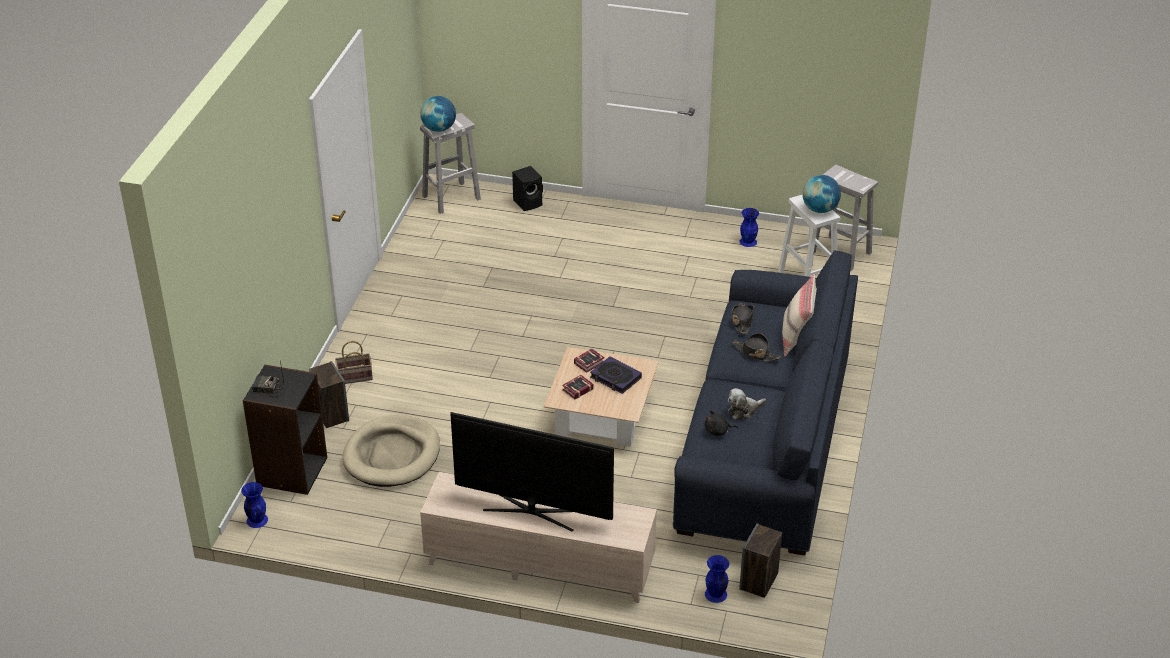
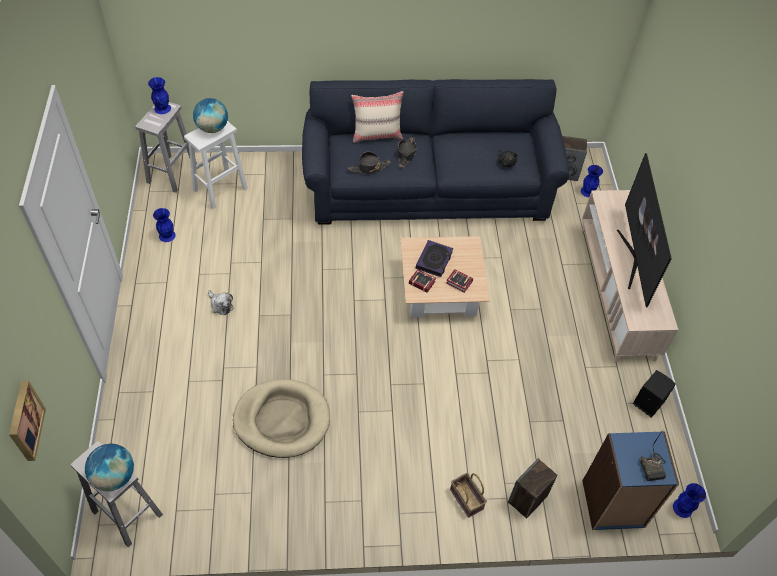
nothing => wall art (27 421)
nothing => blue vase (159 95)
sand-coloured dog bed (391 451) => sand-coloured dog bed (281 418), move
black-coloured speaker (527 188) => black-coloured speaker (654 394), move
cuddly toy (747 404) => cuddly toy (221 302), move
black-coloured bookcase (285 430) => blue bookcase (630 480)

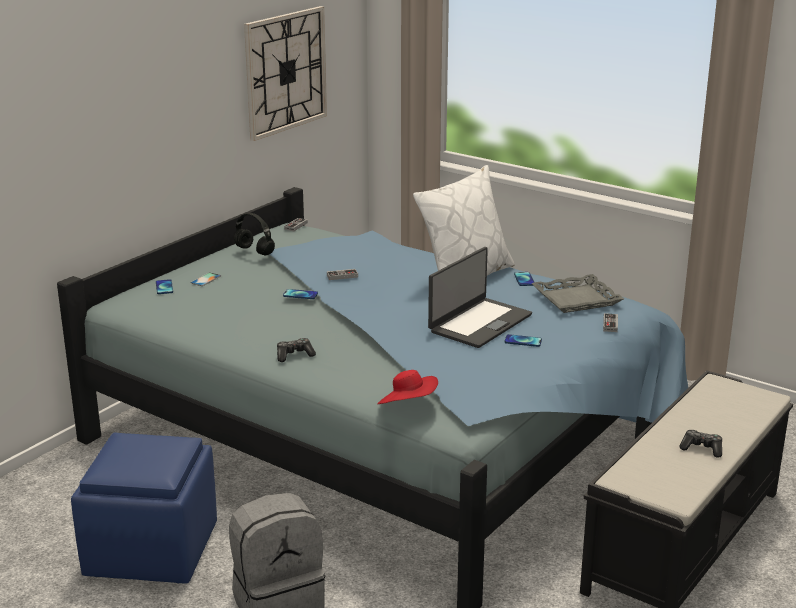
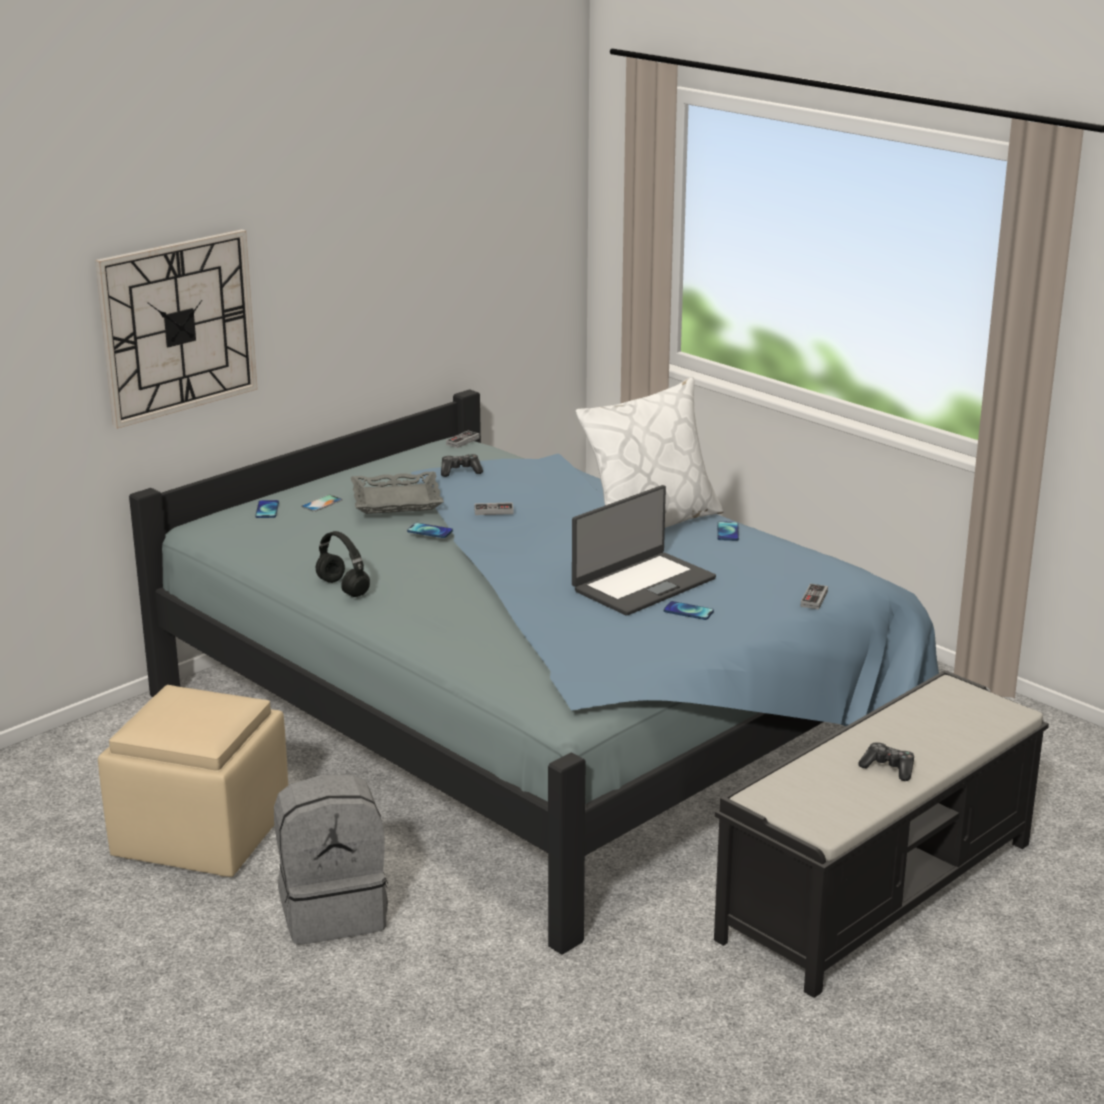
reddish clothing hat (407 387) => nothing
black-coloured headset (254 234) => black-coloured headset (343 564), move
wall clock (285 73) => wall clock (176 329), move
game controller (296 350) => game controller (462 465), move
gray tray (577 293) => gray tray (397 492), move
blue ottoman (144 508) => sand-coloured ottoman (193 781)

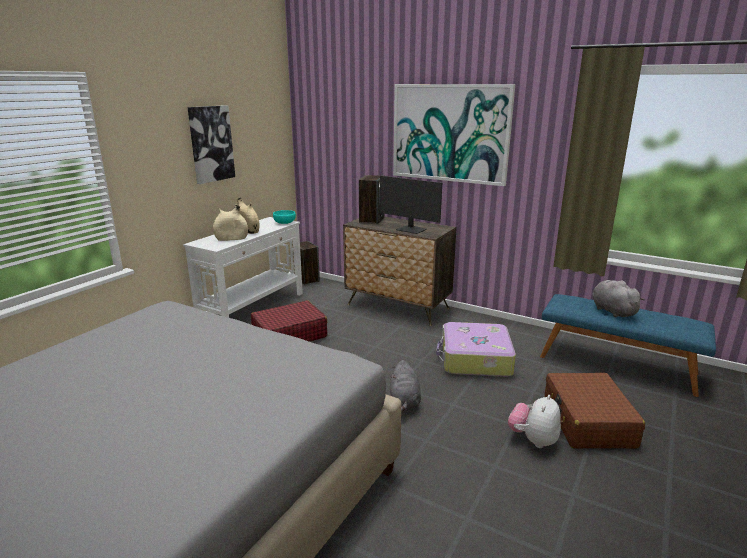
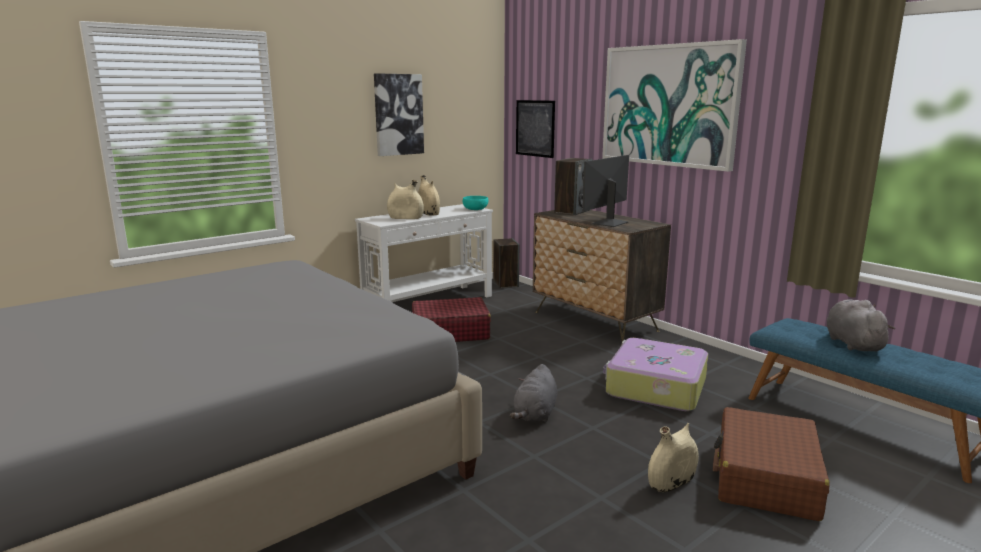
nothing => wall art (535 129)
cuddly toy (534 421) => sand-coloured vase (673 457)
monitor (411 205) => monitor (605 191), 75 degrees clockwise

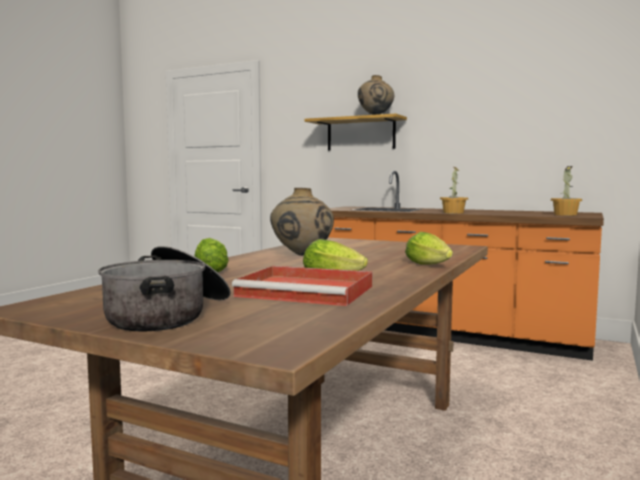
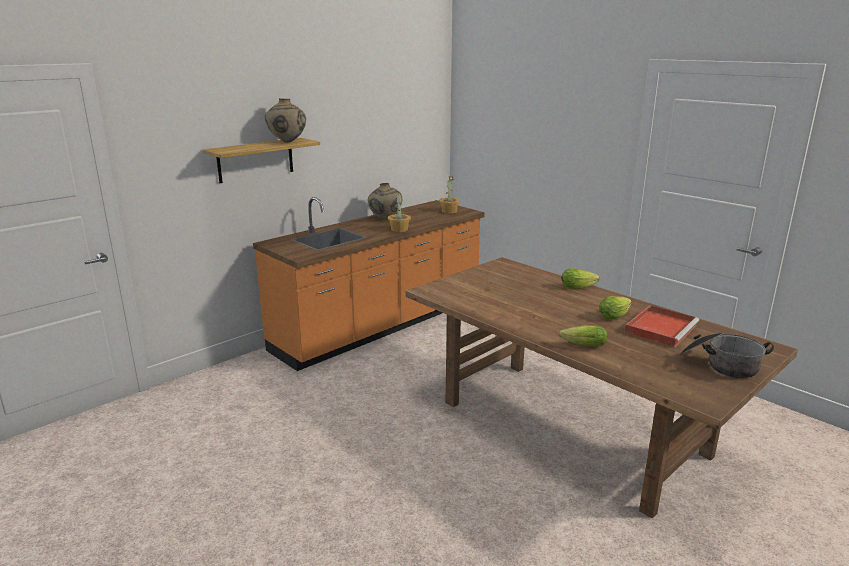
sand-coloured vase (302 222) => sand-coloured vase (385 201), move

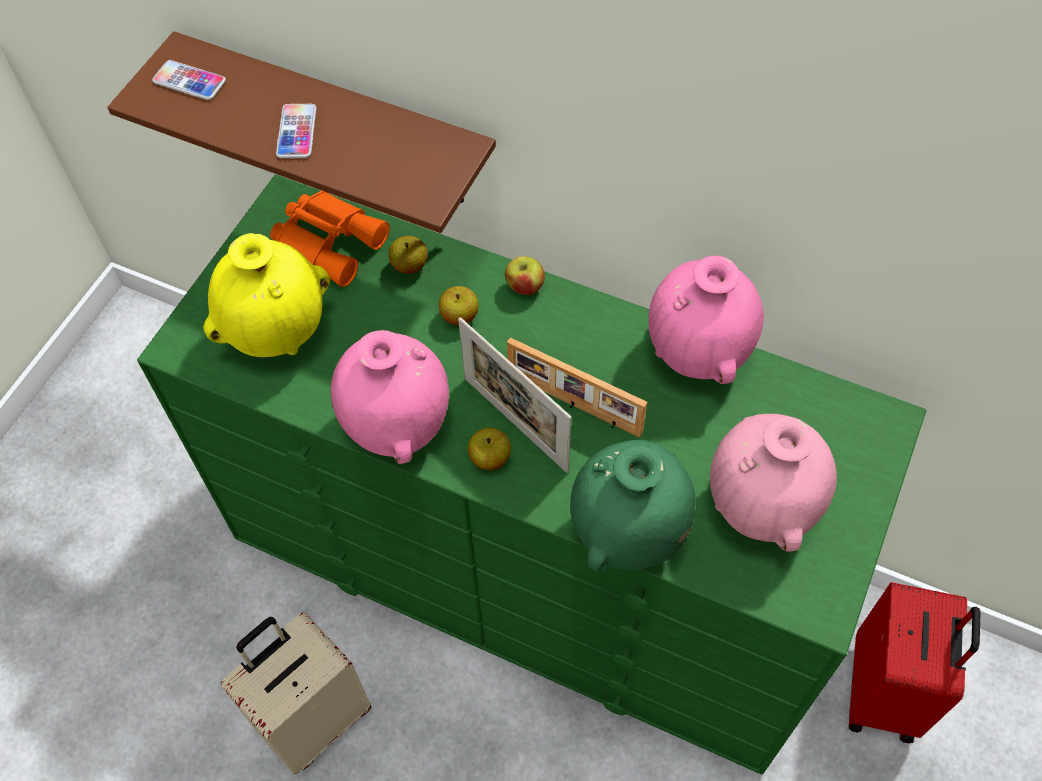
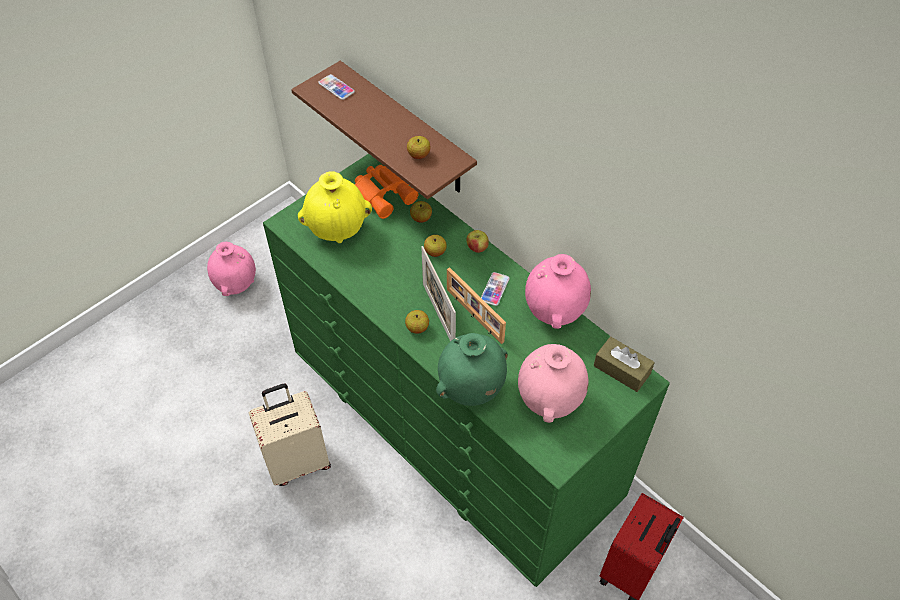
nothing => apple (419 147)
nothing => brown-coloured tissue box (624 364)
handset (296 131) => handset (495 289), move
pink-coloured vase (390 397) => pink-coloured vase (231 269), move

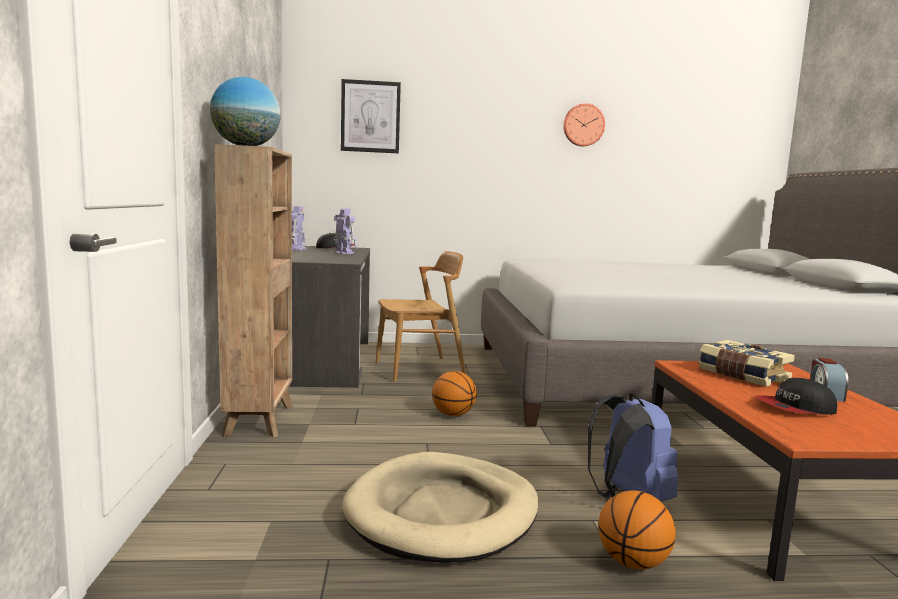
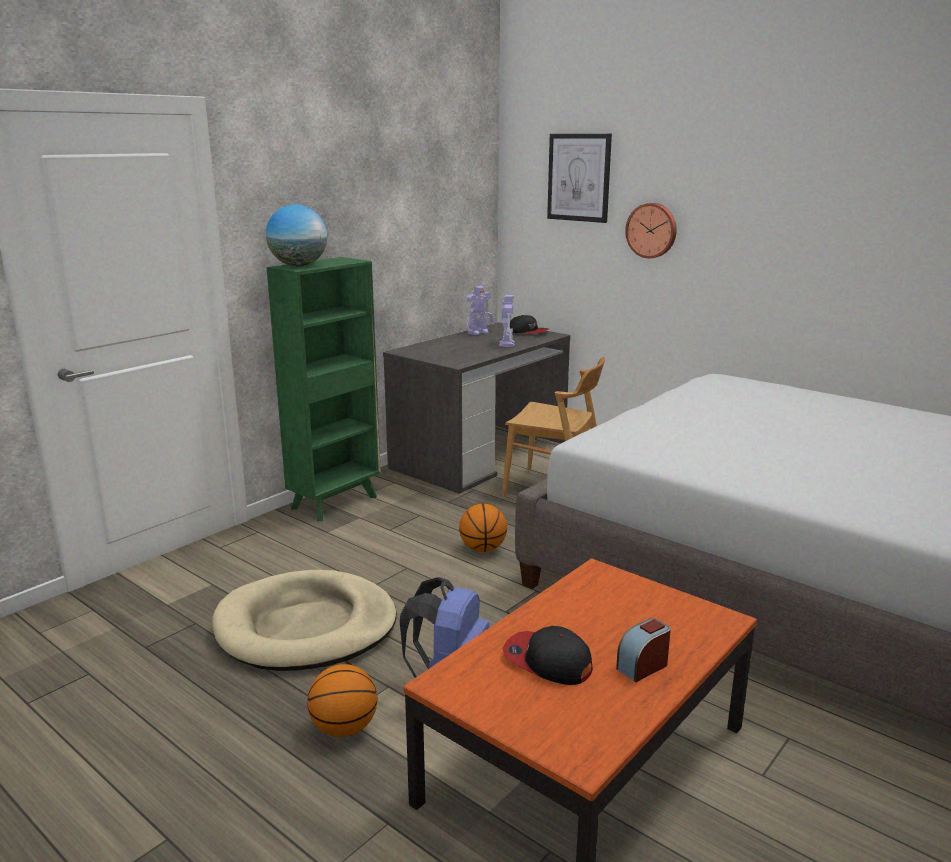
book (747 363) => nothing
wall clock (584 124) => wall clock (651 230), move
brown-coloured bookcase (253 290) => greenish bookcase (324 389)

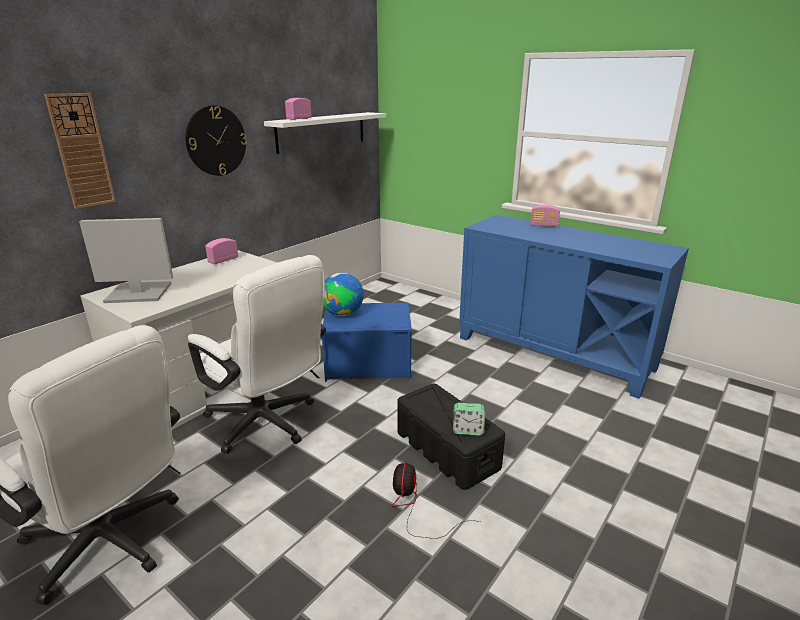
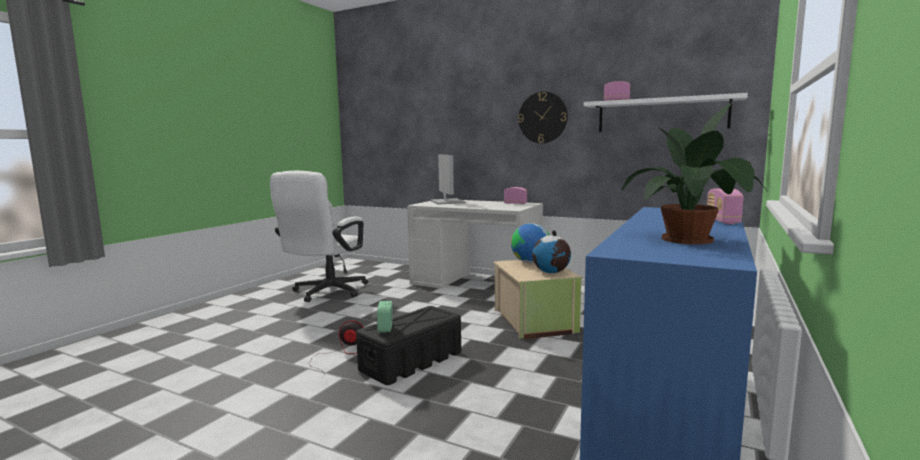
wall clock (80 151) => nothing
white office chair (257 354) => nothing
nothing => world globe (551 251)
nothing => houseplant (694 173)
blue storage container (367 342) => sand-coloured storage container (538 299)

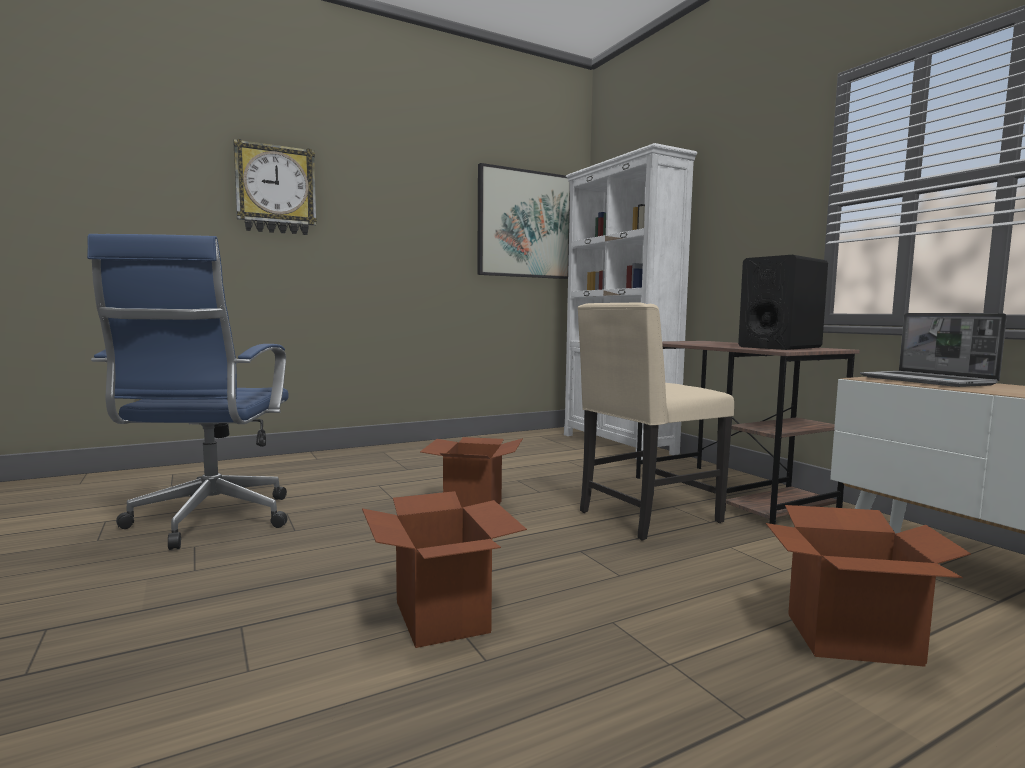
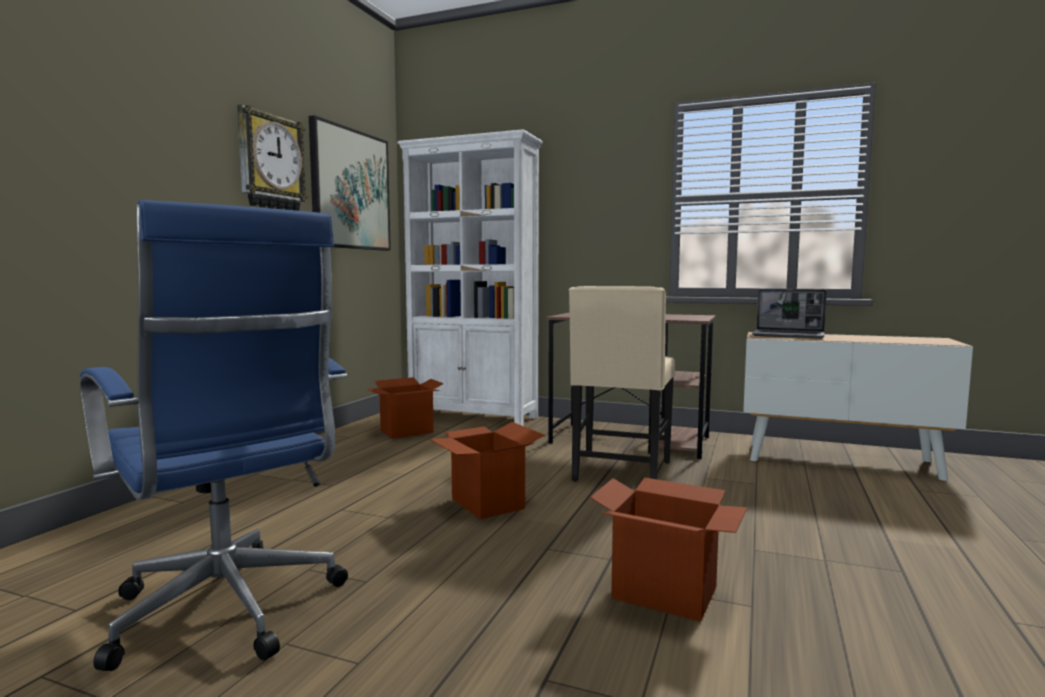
black-coloured speaker (783 302) => nothing
wall clock (275 187) => wall clock (272 157), move
packing box (868 586) => packing box (406 408), move

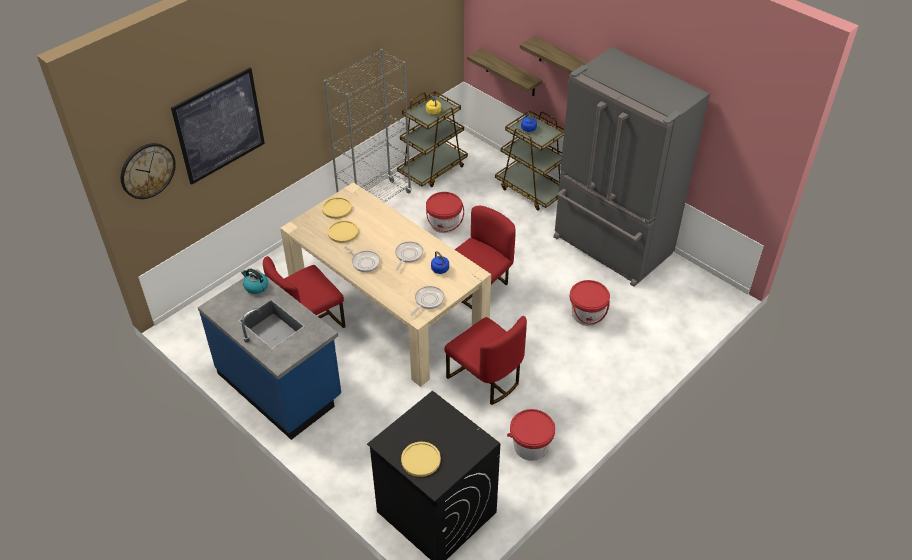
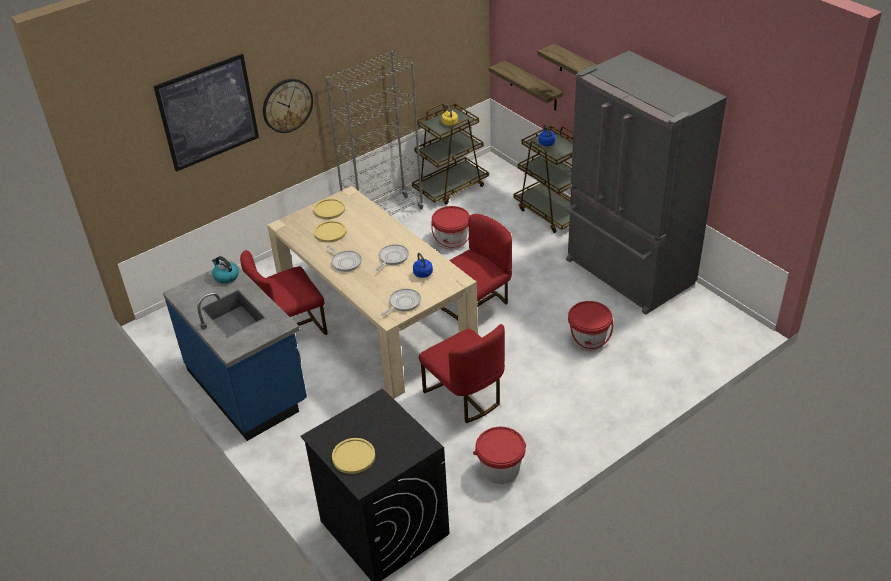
wall clock (148 171) => wall clock (288 106), move

